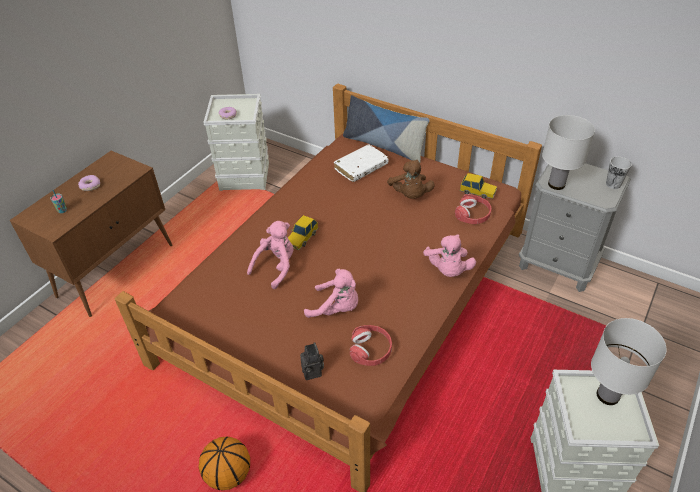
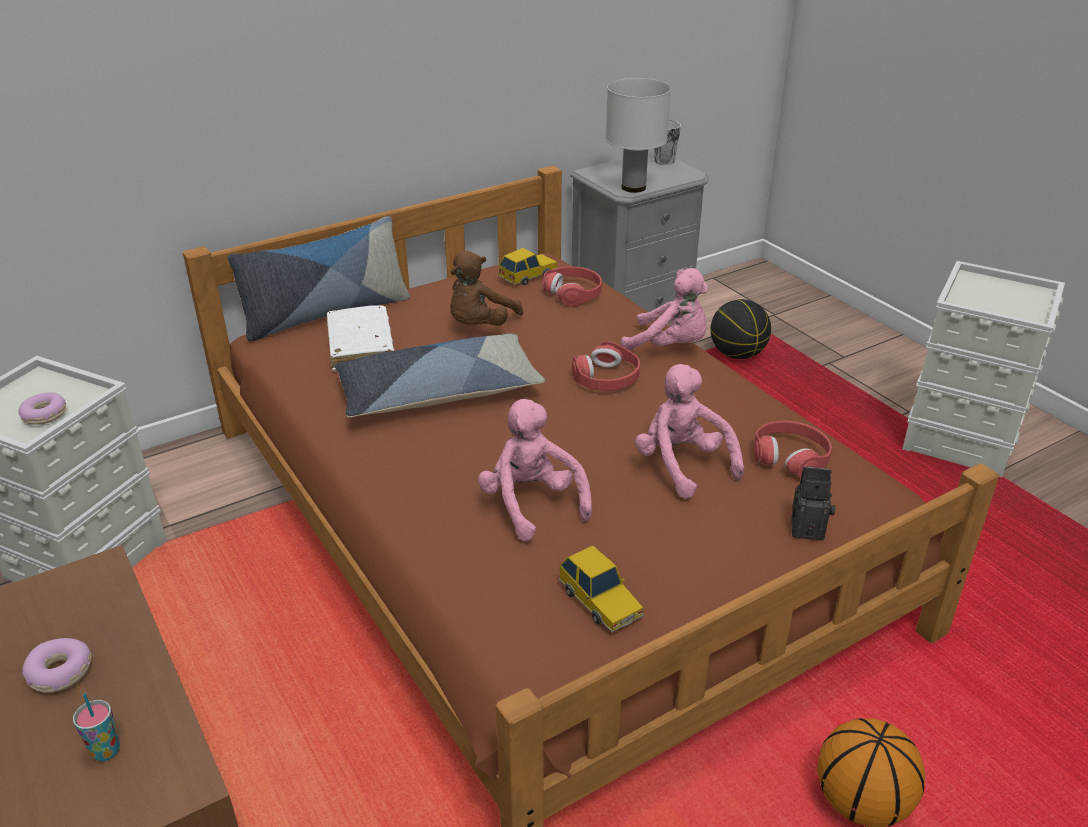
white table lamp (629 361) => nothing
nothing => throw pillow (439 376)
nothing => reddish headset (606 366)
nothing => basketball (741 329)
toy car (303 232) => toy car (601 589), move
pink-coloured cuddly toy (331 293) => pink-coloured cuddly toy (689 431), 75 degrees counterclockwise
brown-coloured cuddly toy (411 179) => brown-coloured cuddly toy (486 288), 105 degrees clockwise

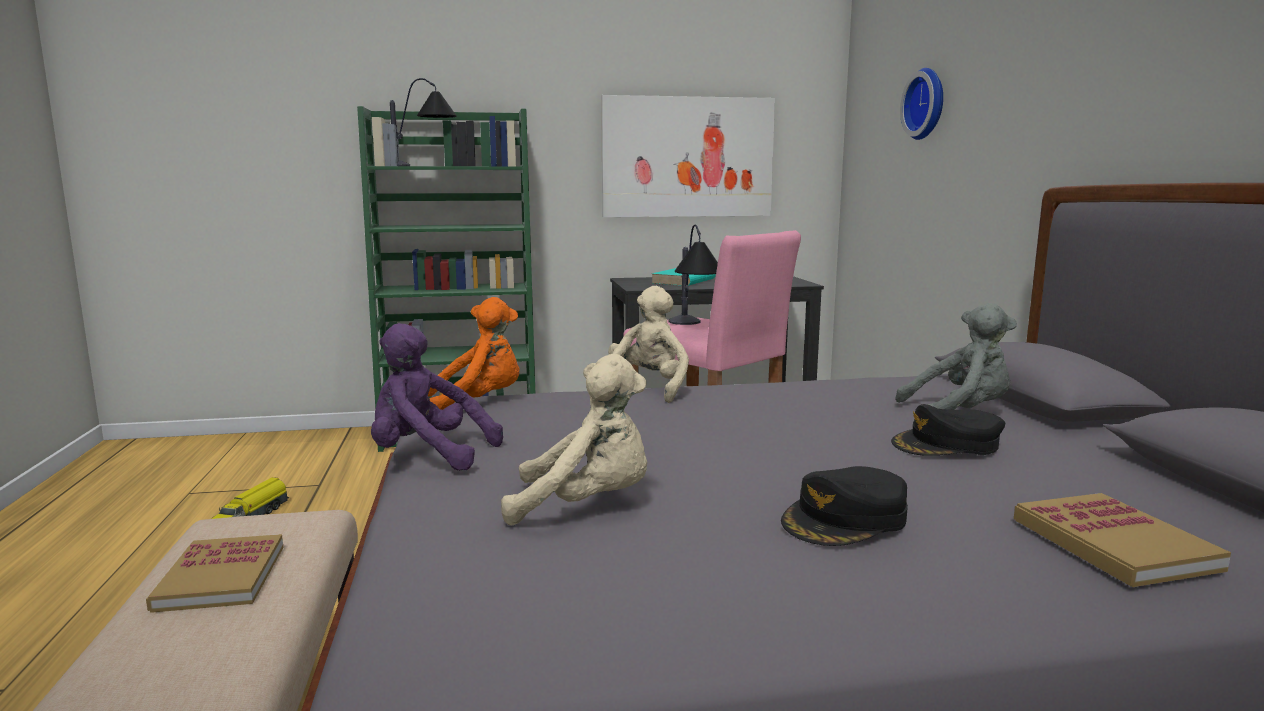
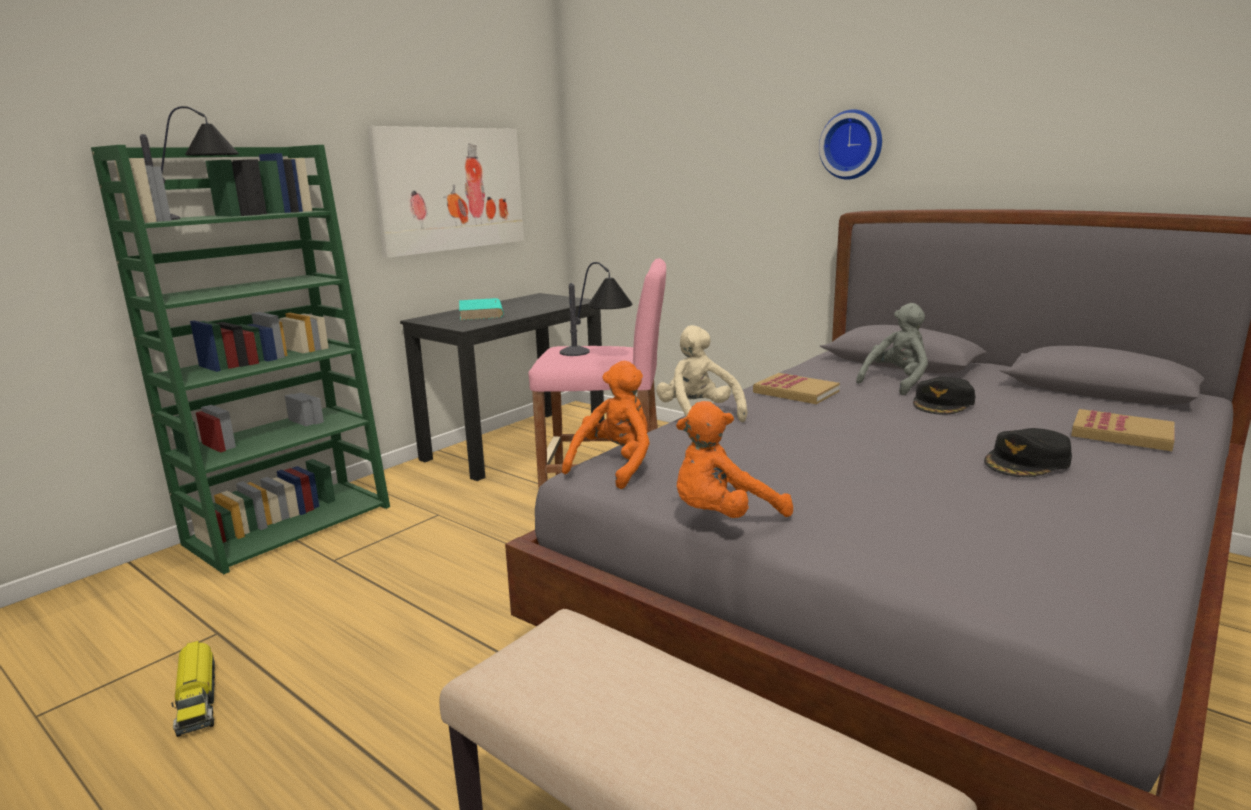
sand-coloured cuddly toy (574 440) => nothing
book (214 573) => book (796 388), move
wall clock (921 104) => wall clock (850 144), move
purple-coloured cuddly toy (437 397) => orange-coloured cuddly toy (734 459)
black-coloured baseball cap (844 506) => black-coloured baseball cap (1028 452), 45 degrees clockwise

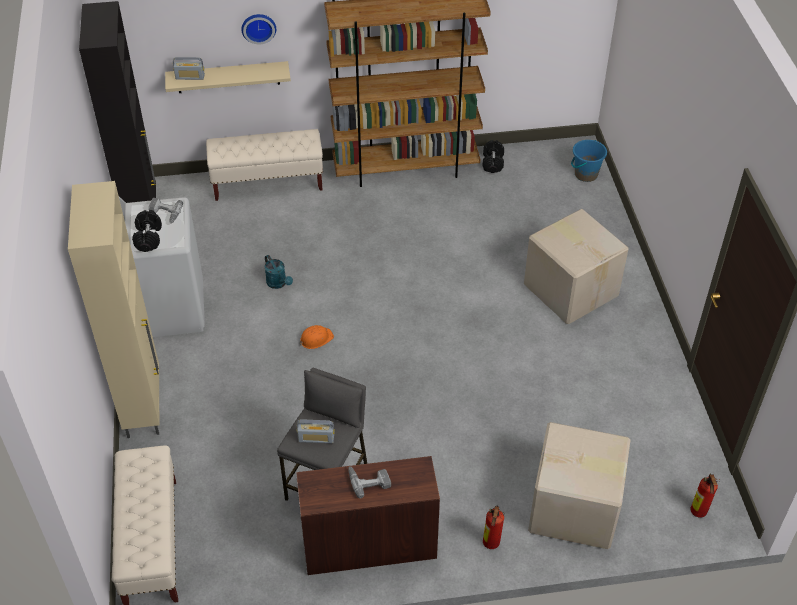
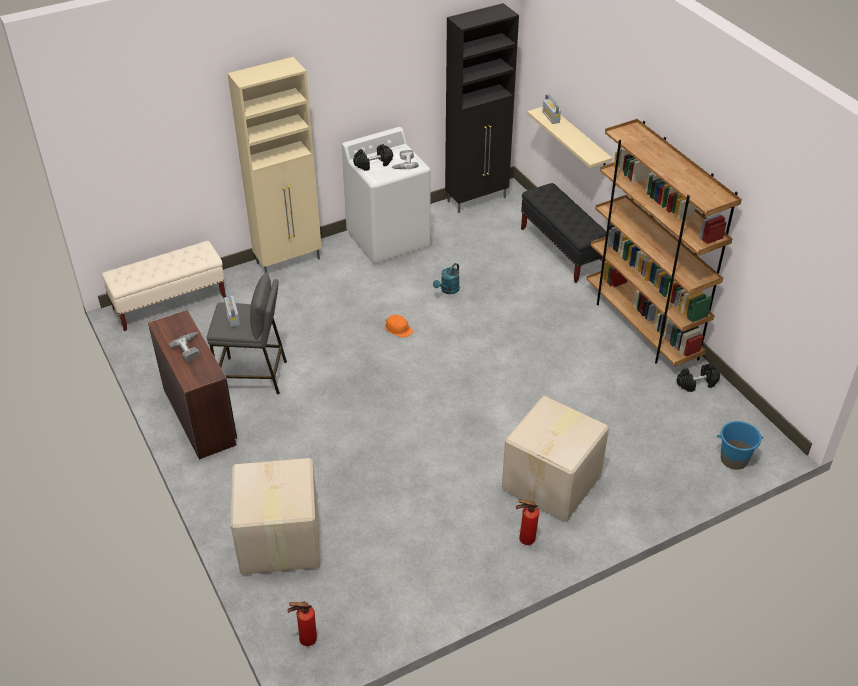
wall clock (258 29) => nothing
fire-fighting cylinder (494 527) => fire-fighting cylinder (527 522), move
sand-coloured long seat (264 165) => black-coloured long seat (563 233)

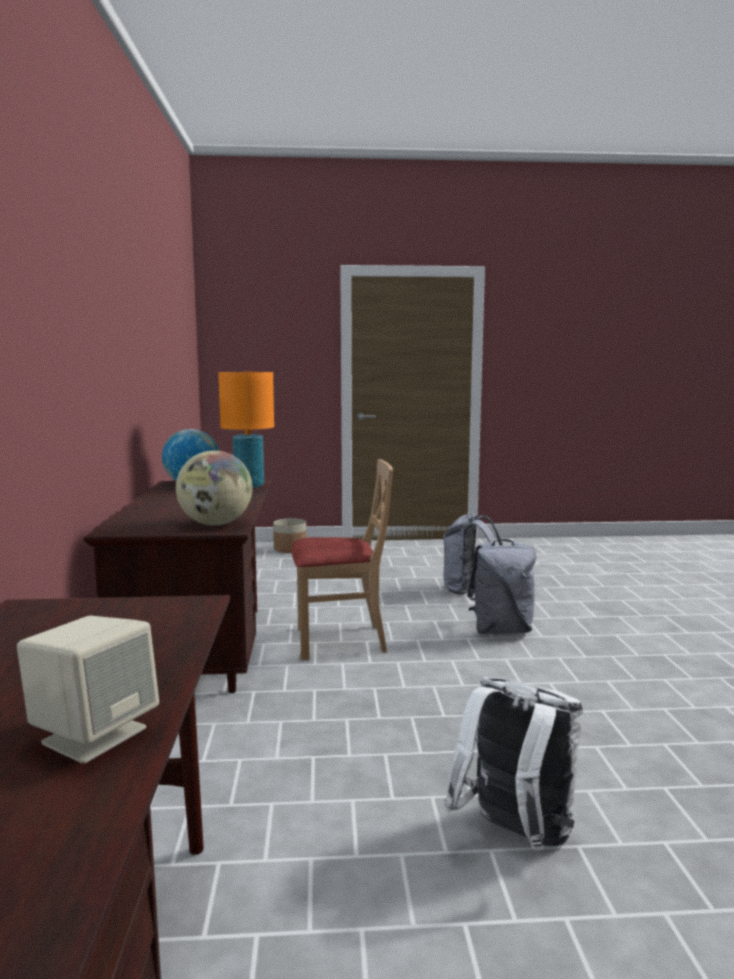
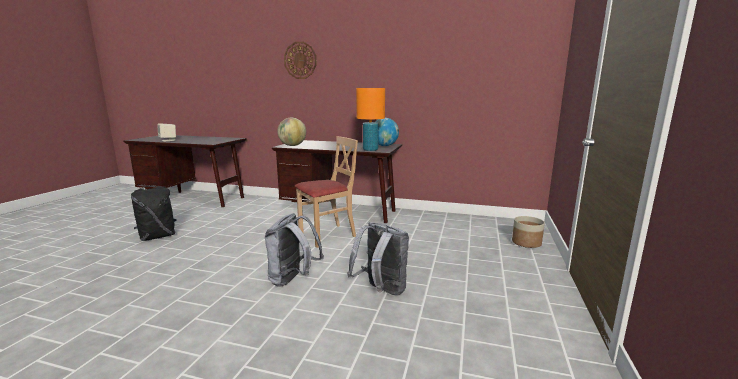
nothing => wall clock (300 60)
white rucksack (513 763) => black-coloured rucksack (154 213)
sand-coloured plain chair (342 559) => sand-coloured plain chair (326 192), 135 degrees counterclockwise

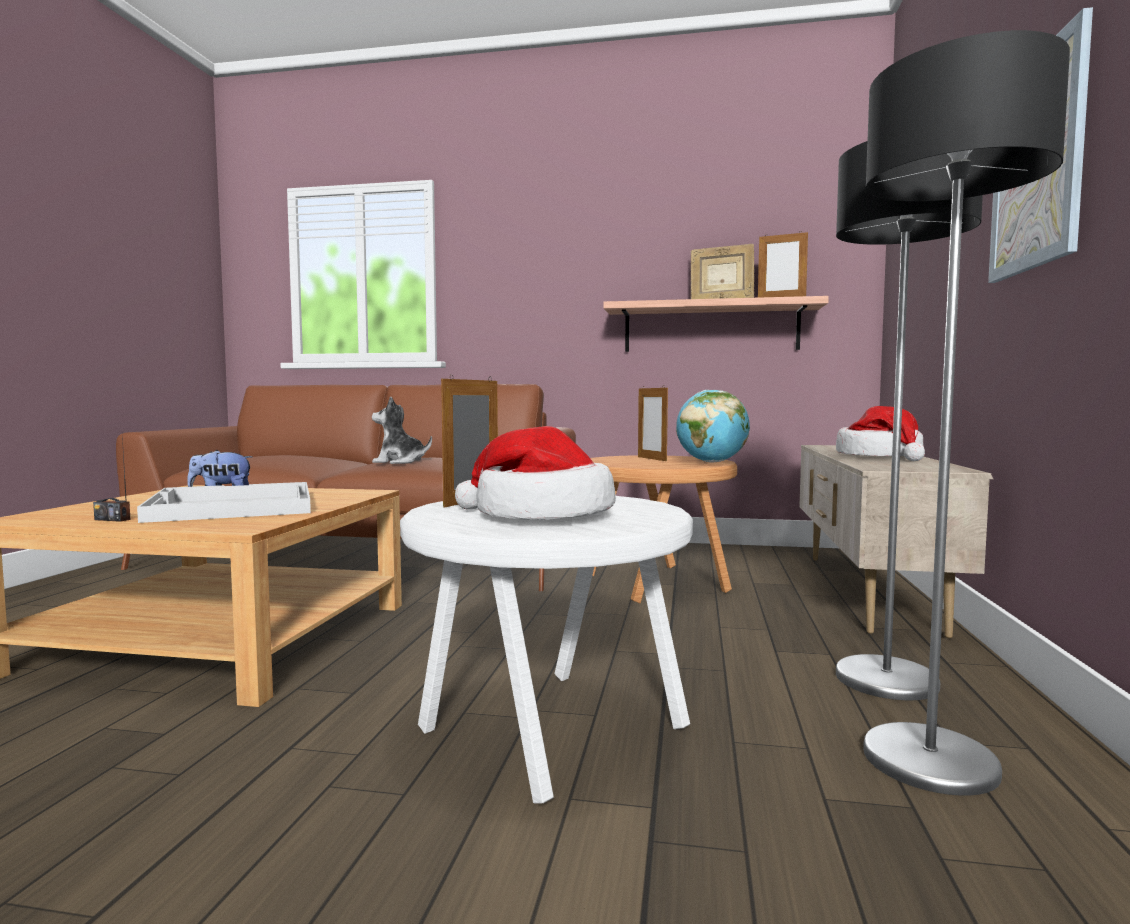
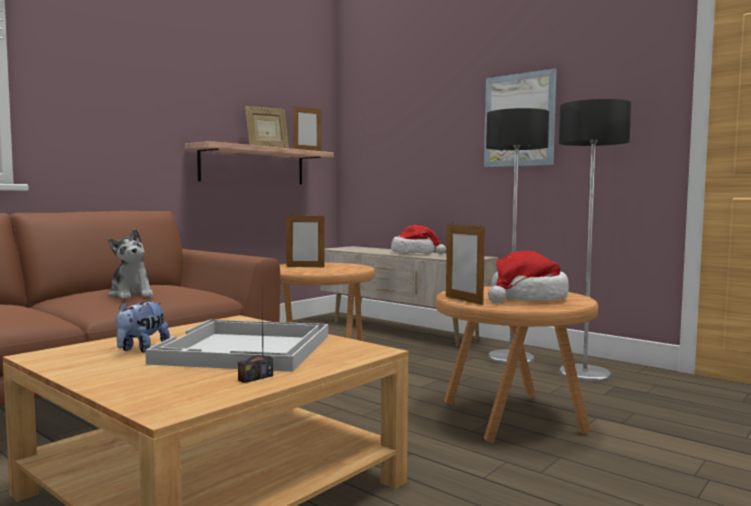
world globe (713 426) => nothing
white end table (546 649) => brown-coloured end table (516 365)
cuddly toy (402 430) => cuddly toy (130 264), 75 degrees counterclockwise

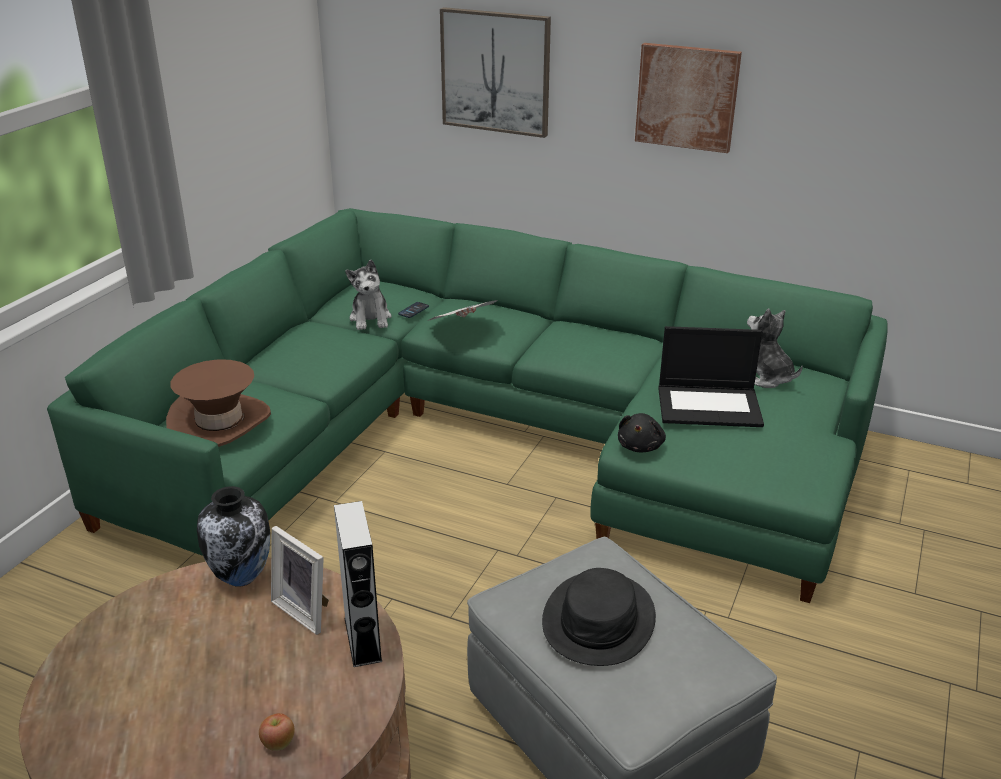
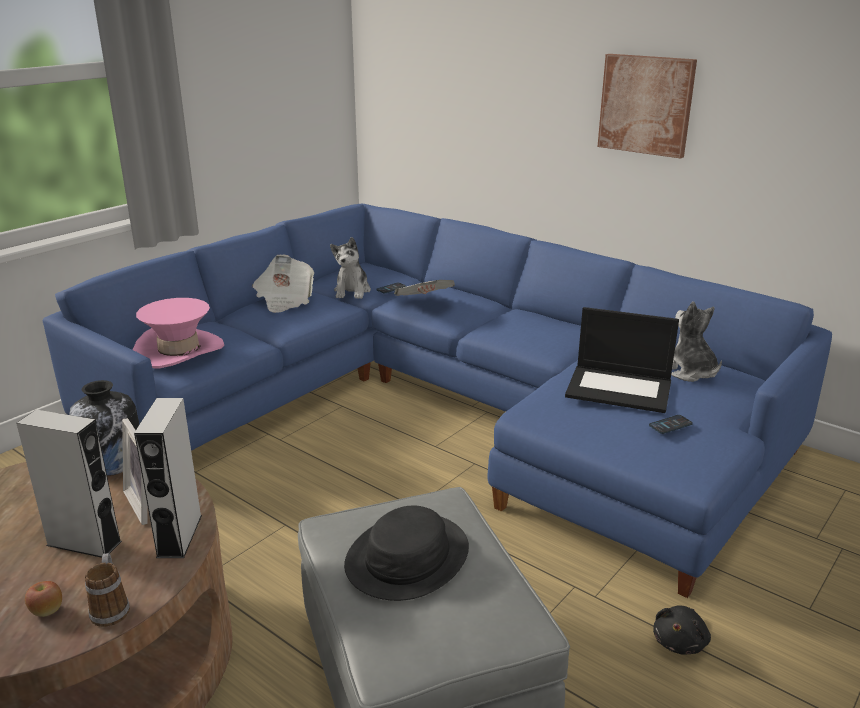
wall art (495 72) => nothing
nothing => gray speaker (69 484)
nothing => tea mug (107 590)
nothing => newspaper (283 284)
nothing => handset (671 424)
black-coloured cuddly toy (642 432) => black-coloured cuddly toy (682 630), move
greenish sofa (467 405) => blue sofa (437 401)
brown-coloured clothing hat (218 403) => pink-coloured clothing hat (178 333)

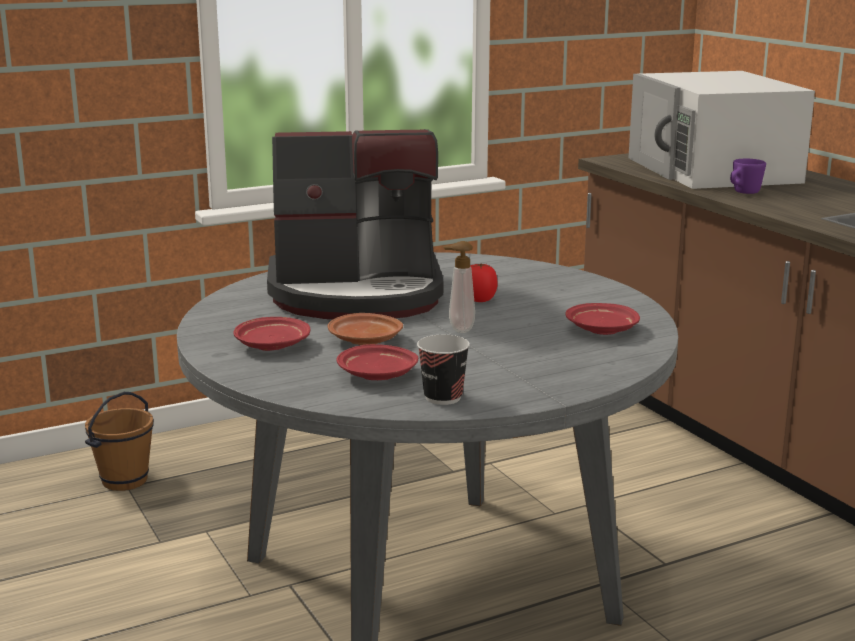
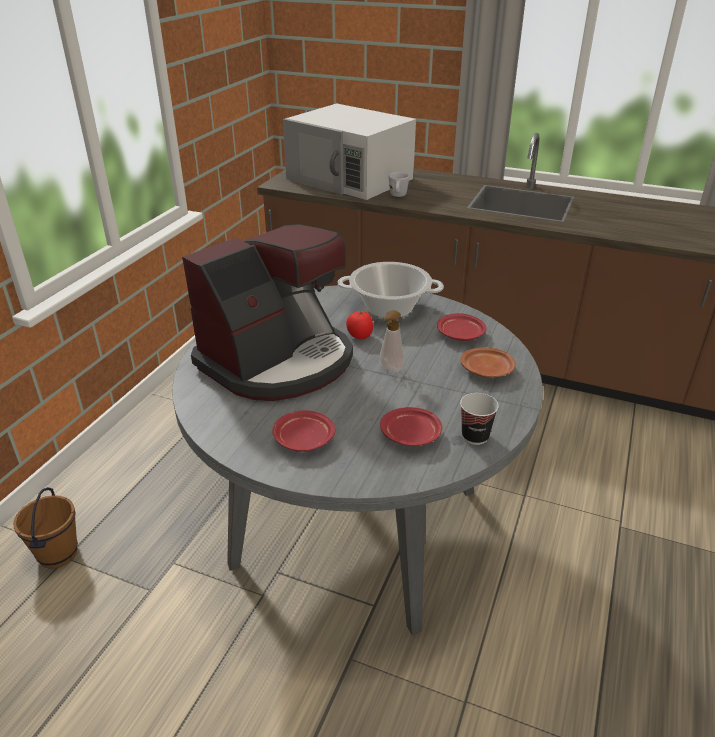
nothing => cooking pot (391 290)
brown-coloured flat dish (365 329) => brown-coloured flat dish (488 362), move
purple-coloured tea mug (748 176) => white tea mug (399 184)

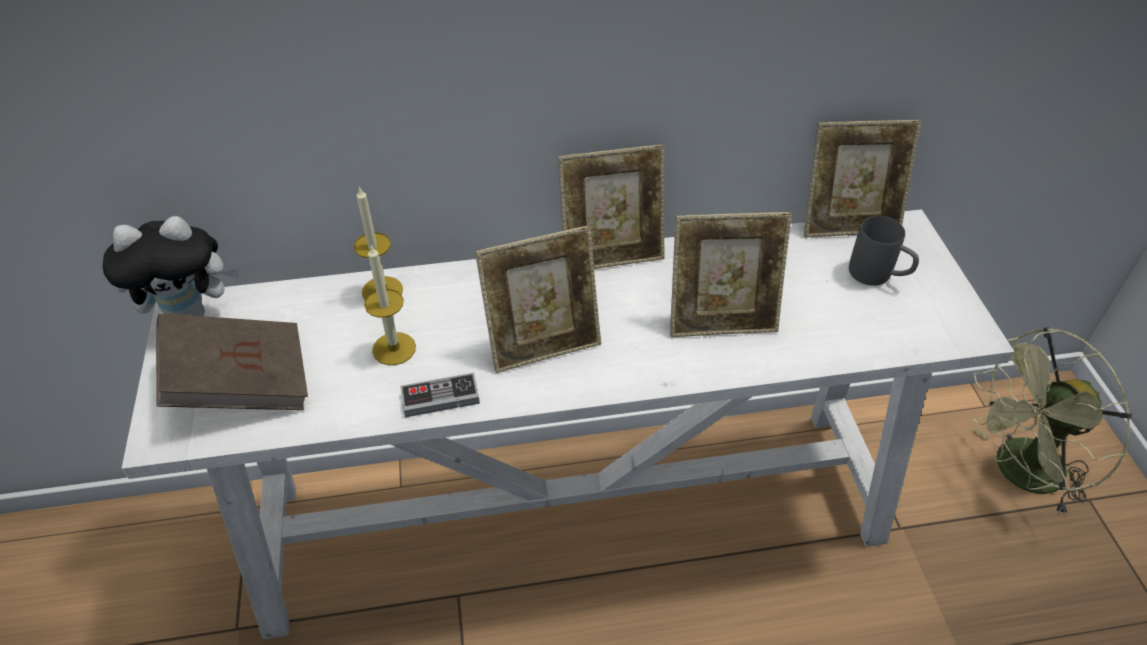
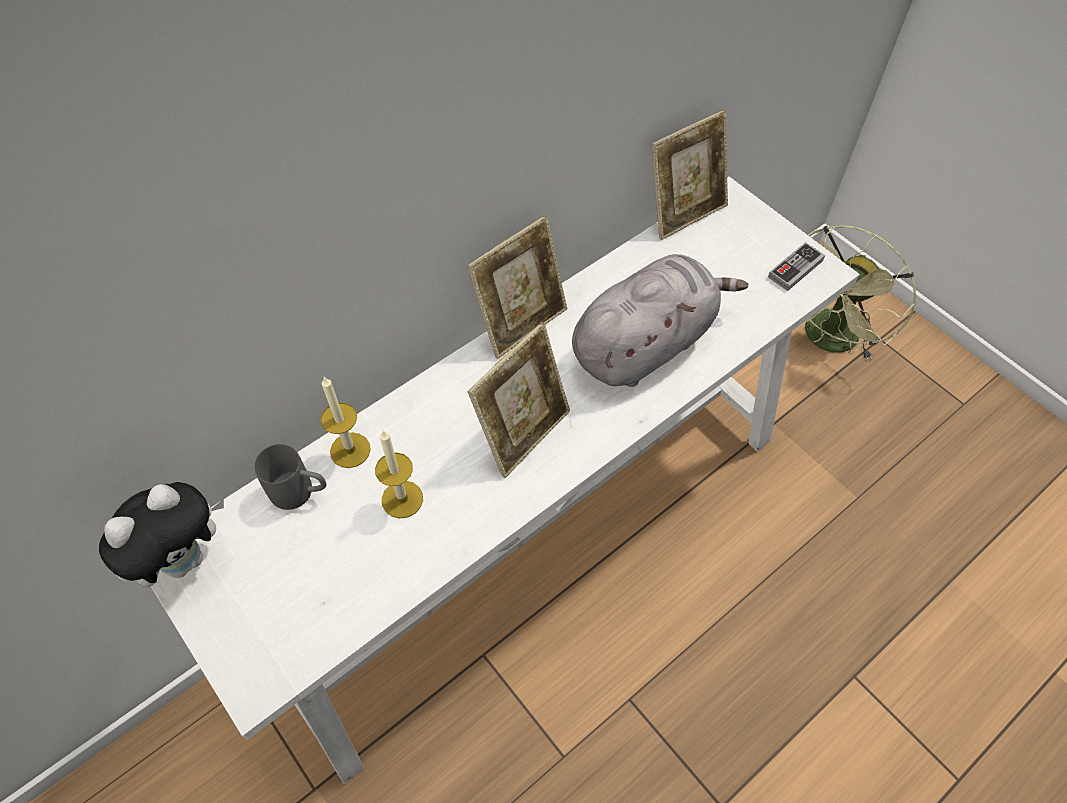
brown-coloured book (232 361) => nothing
game controller (440 395) => game controller (796 266), move
gray tea mug (884 251) => gray tea mug (290 477), move
picture frame (731 274) => gray cuddly toy (660 320)

